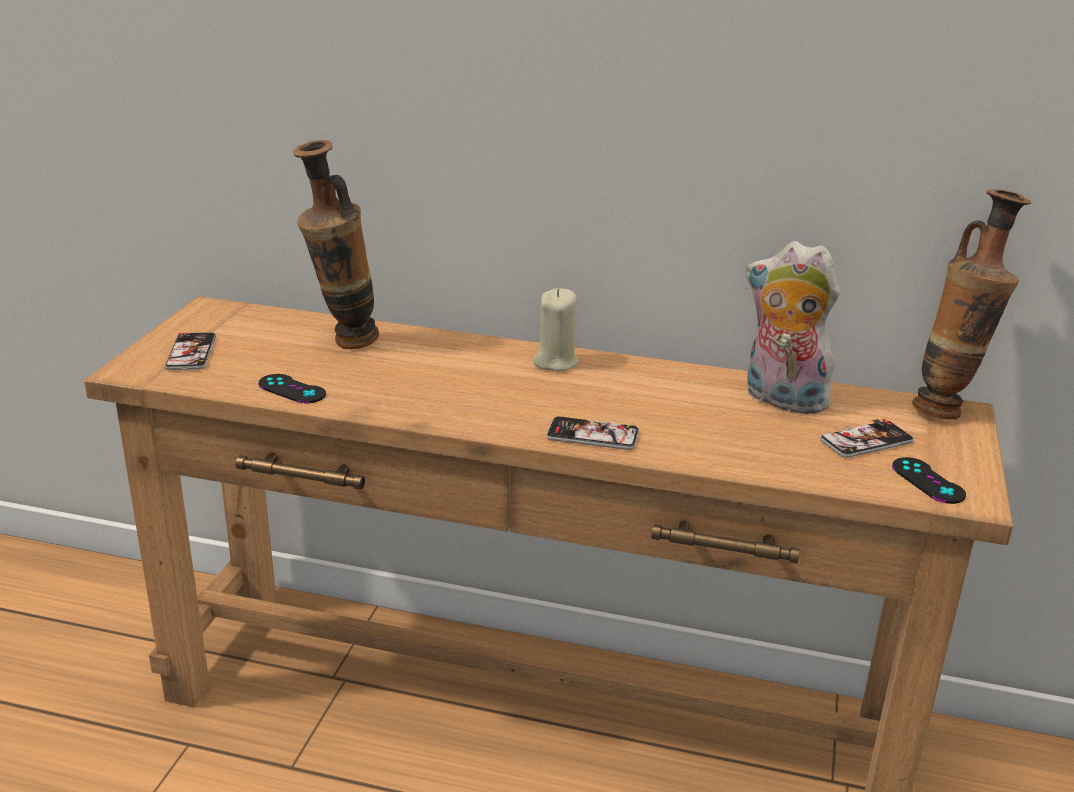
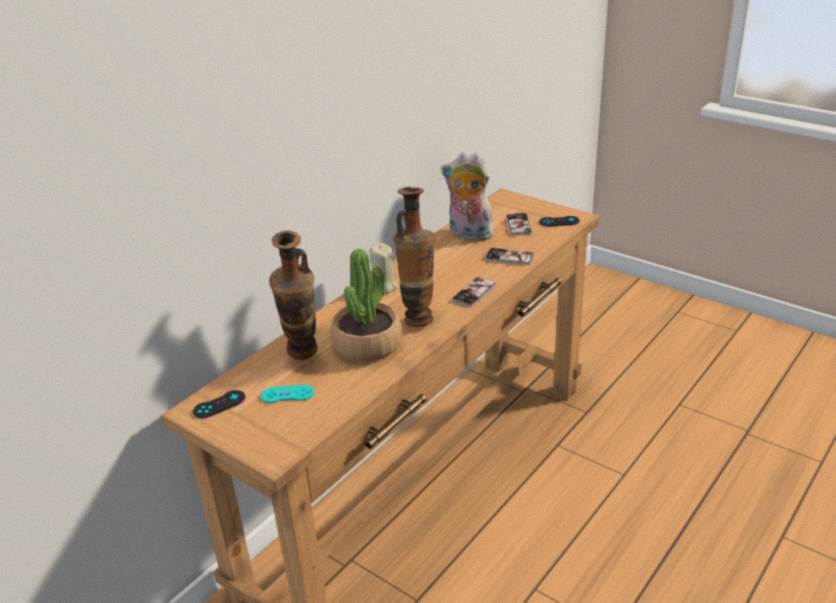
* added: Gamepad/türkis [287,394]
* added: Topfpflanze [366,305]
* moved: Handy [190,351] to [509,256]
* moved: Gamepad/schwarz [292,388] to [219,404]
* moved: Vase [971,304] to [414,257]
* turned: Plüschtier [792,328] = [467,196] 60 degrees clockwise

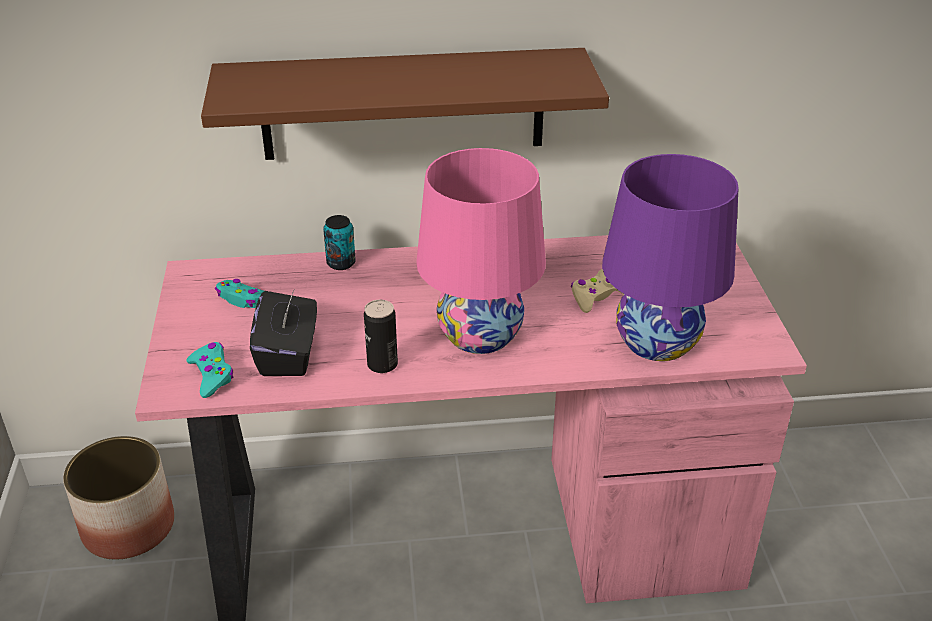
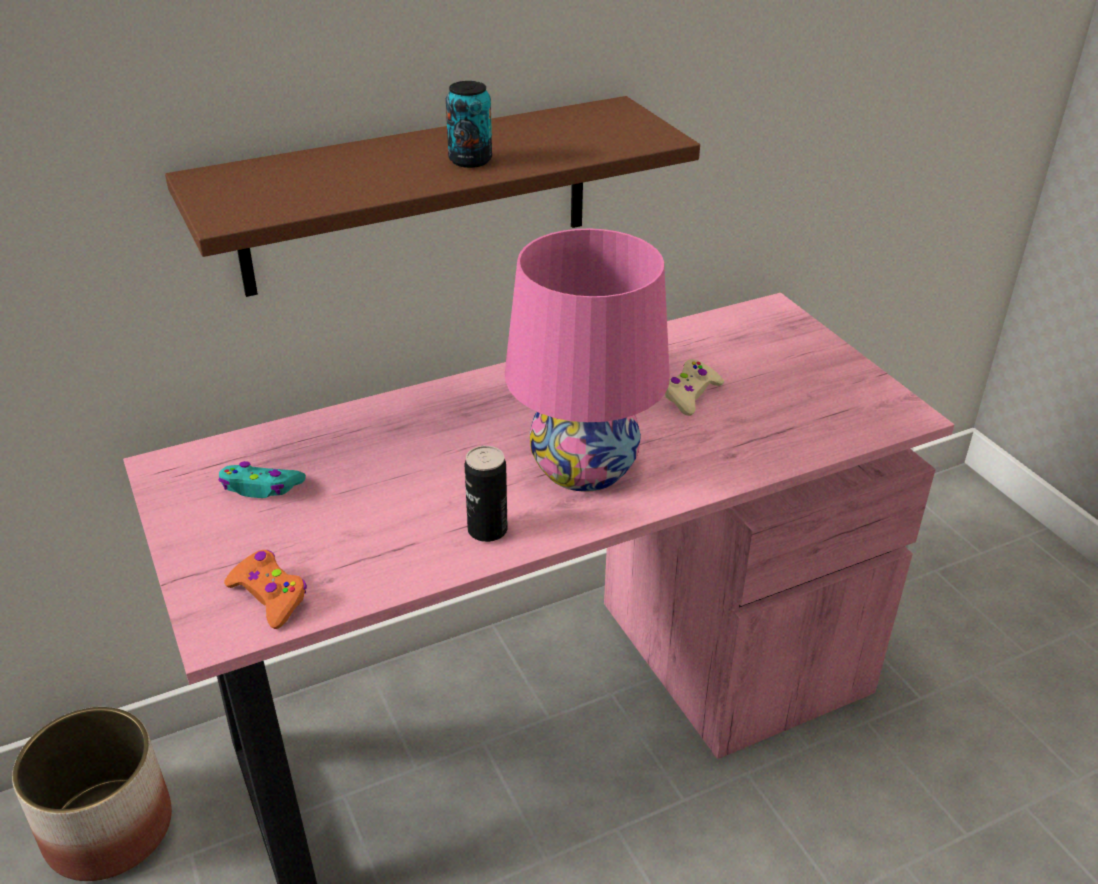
* removed: Taschentuchbox/schwarz [283,332]
* removed: Tischlampe/lila [670,257]
* moved: Dose [339,242] to [469,124]
* recoloured: Gamepad/türkis [209,370] to Gamepad/orange [265,589]

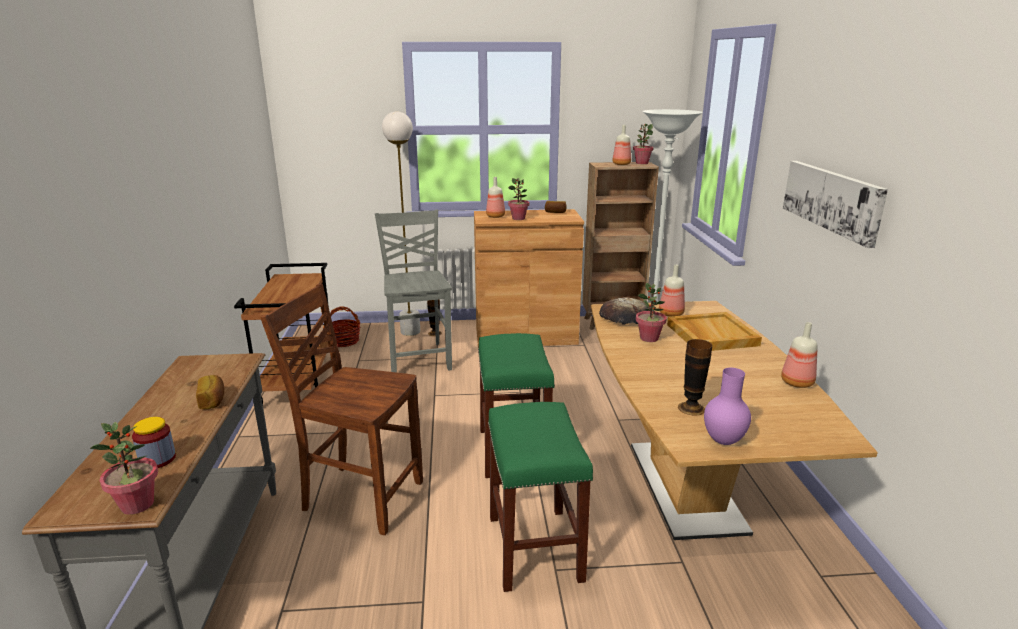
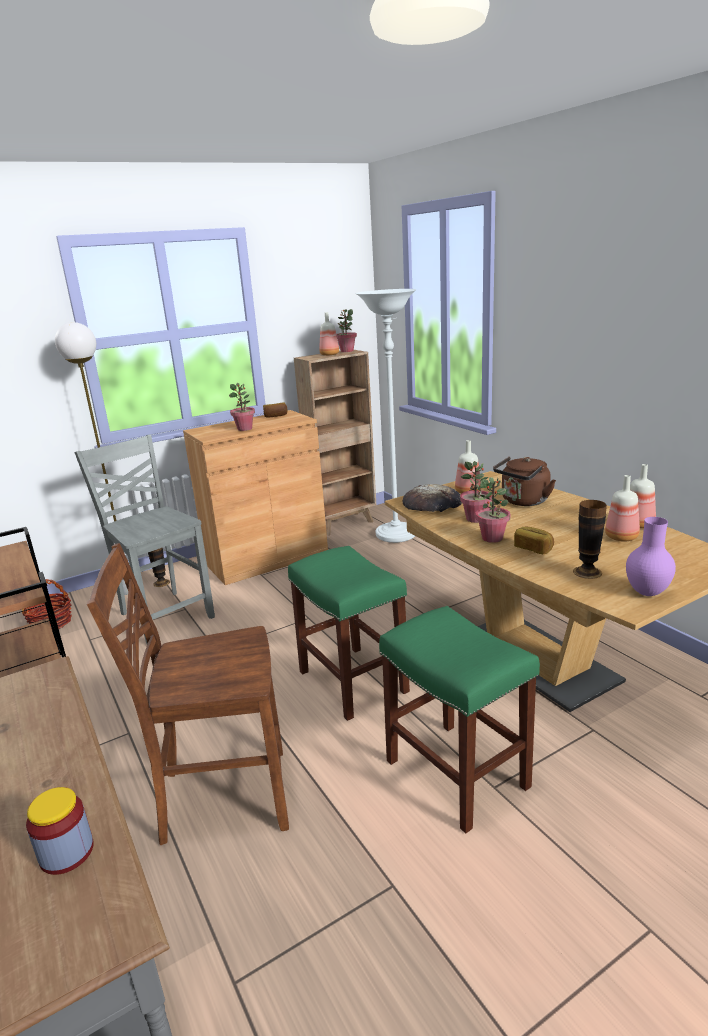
* removed: Bild [835,204]
* moved: Topfpflanze [124,468] to [492,510]
* moved: Brot [210,392] to [534,540]
* moved: Flasche [495,197] to [622,508]
* replaced: Tablett/beige [714,331] to Wasserkessel/braun [524,481]

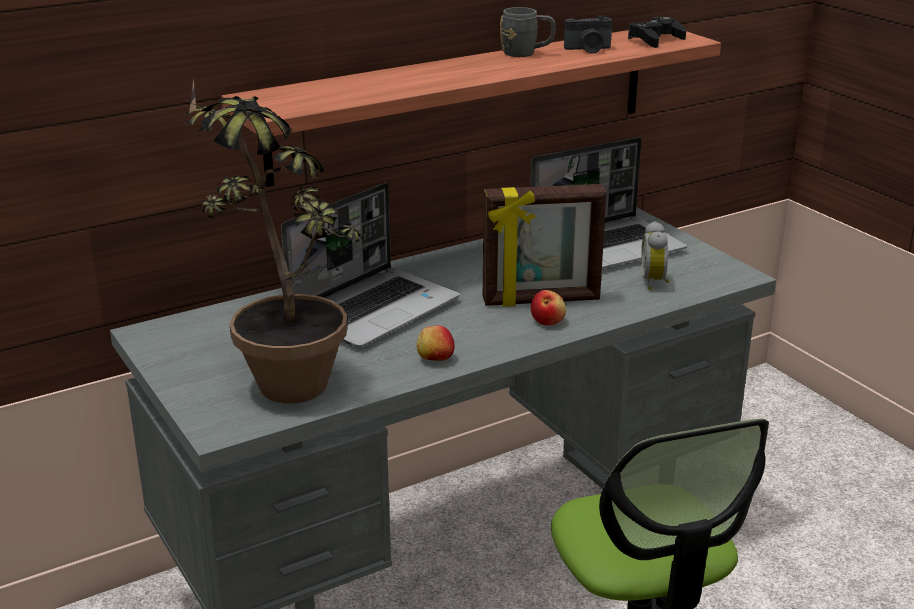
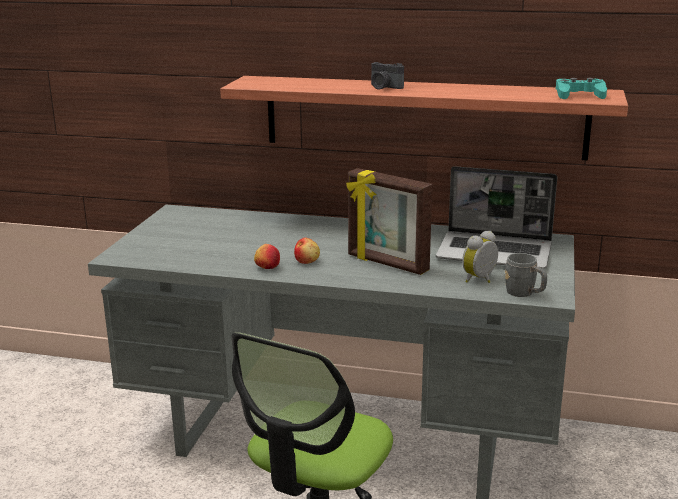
* removed: Topfpflanze [273,240]
* removed: Laptop [370,265]
* moved: Henkelbecher/grau [527,32] to [526,275]
* moved: Apfel [548,307] to [307,251]
* moved: Kamera [588,35] to [387,75]
* recoloured: Gamepad/schwarz [657,32] to Gamepad/türkis [581,88]

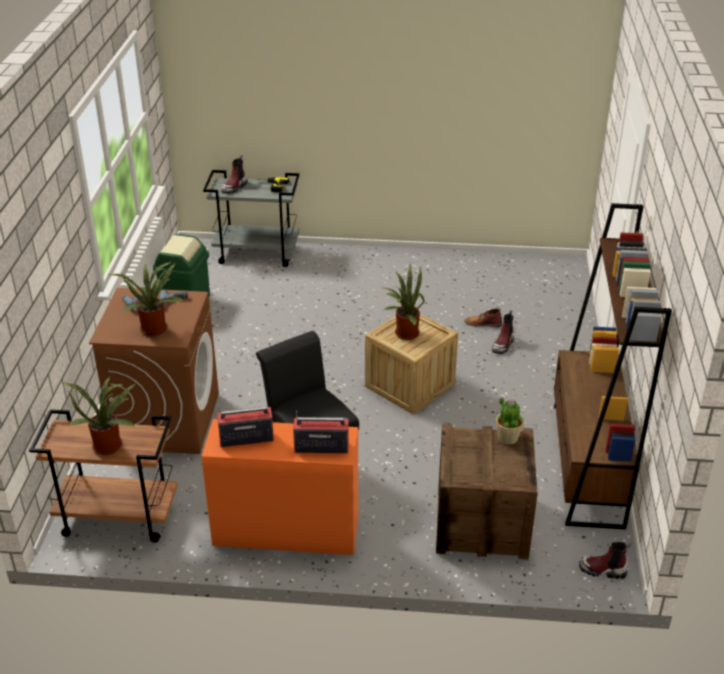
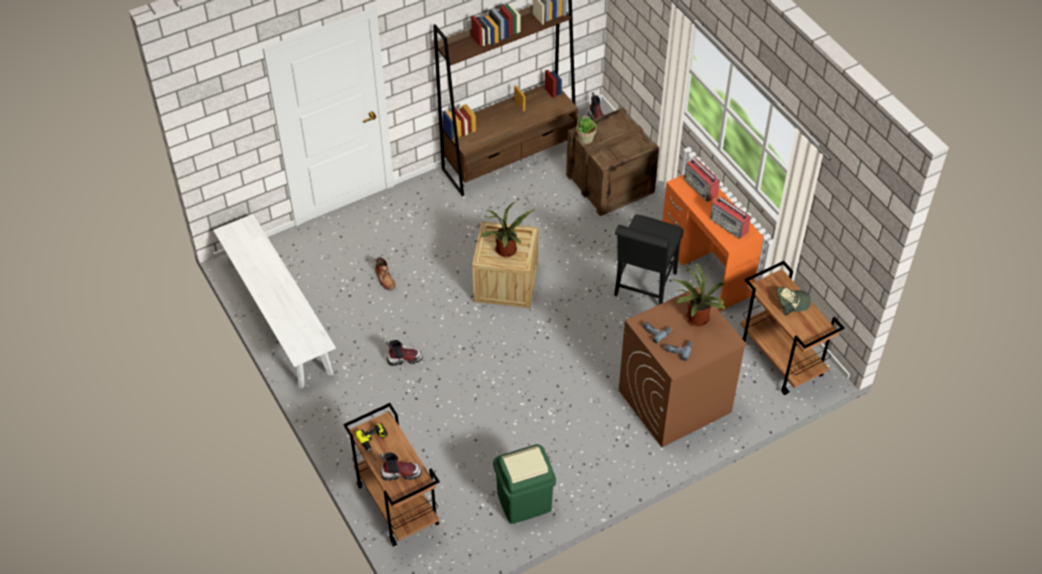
* added: Bank/weiß [274,301]
* moved: Stiefel [503,332] to [404,353]
* replaced: Topfpflanze [98,415] to Kappe [794,301]
* recoloured: Rollwagen/grau [251,218] to Rollwagen/braun [391,474]

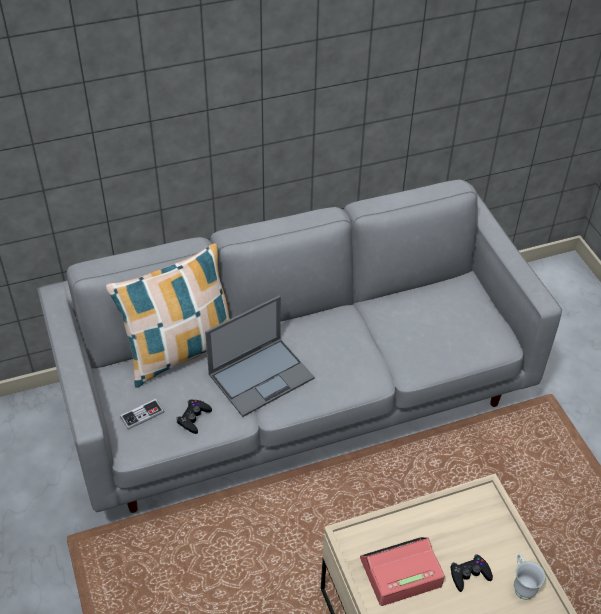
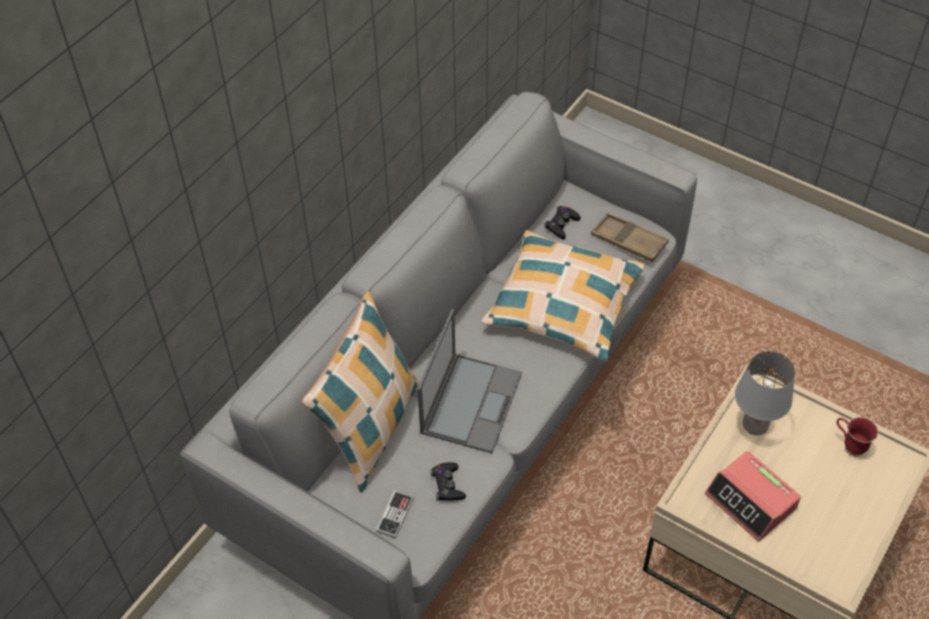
* added: Kissen [563,296]
* added: Tablett/braun [630,237]
* added: Tischlampe/grau [765,393]
* moved: Gamepad/schwarz [472,573] to [563,223]
* recoloured: Henkelbecher/weiß [530,577] to Henkelbecher/rot [857,437]
* turned: Wecker [402,571] = [753,496] 75 degrees counterclockwise

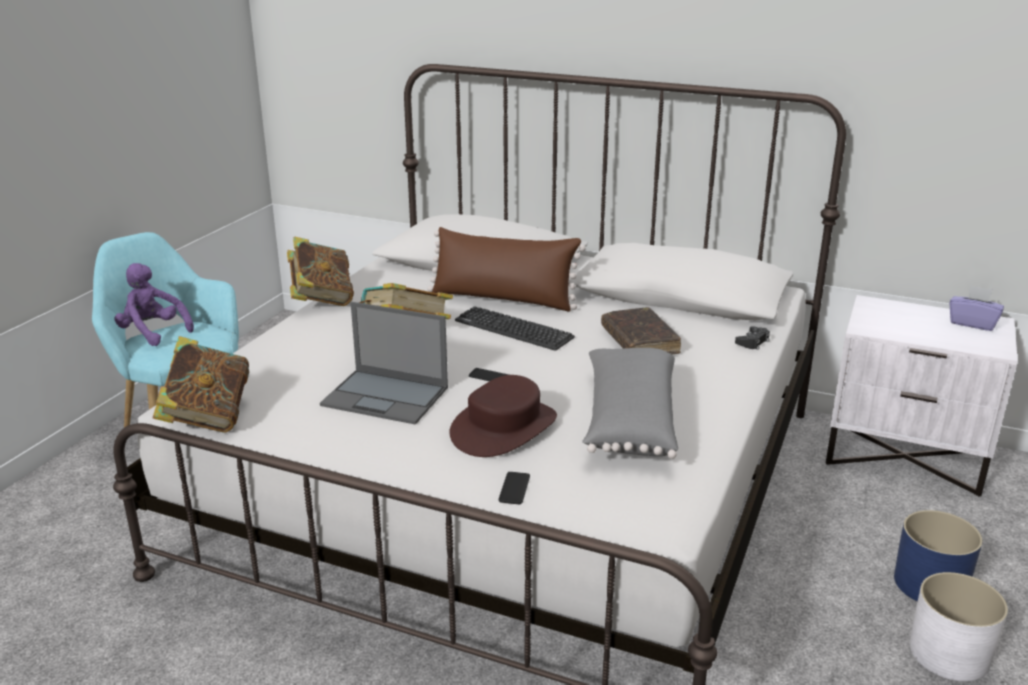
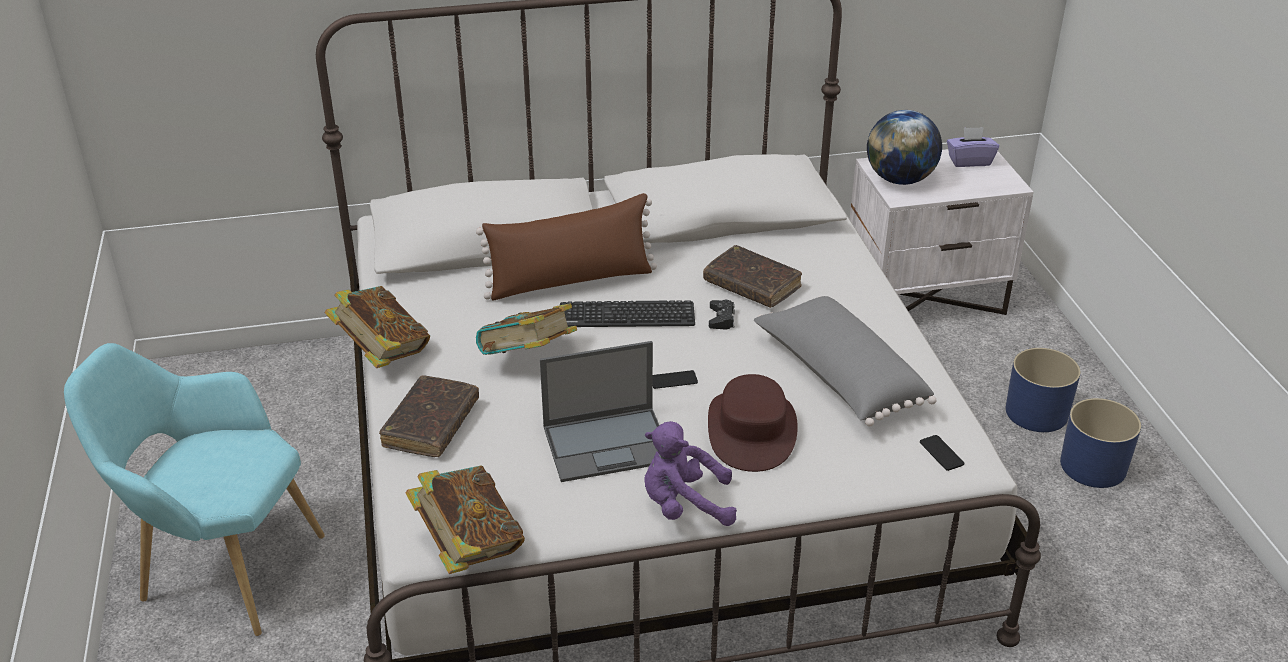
* added: Buch/braun [429,416]
* added: Globus [904,147]
* moved: Plüschtier/lila [154,304] to [690,473]
* moved: Handy [514,488] to [942,453]
* moved: Gamepad/schwarz [752,338] to [722,314]
* recoloured: Pflanzkübel/weiß [959,626] to Pflanzkübel/blau [1100,443]

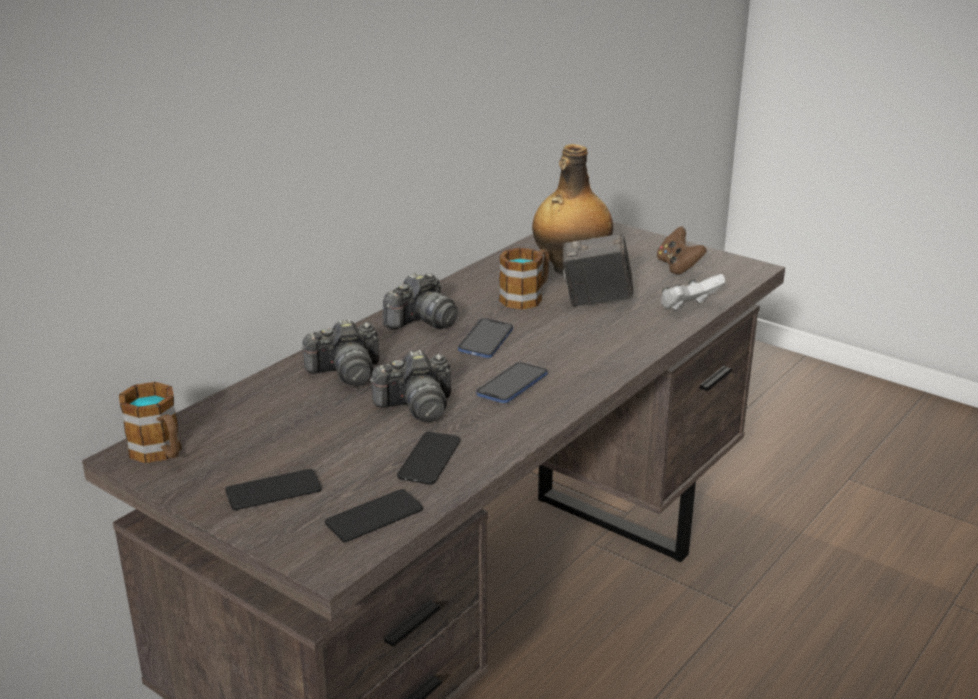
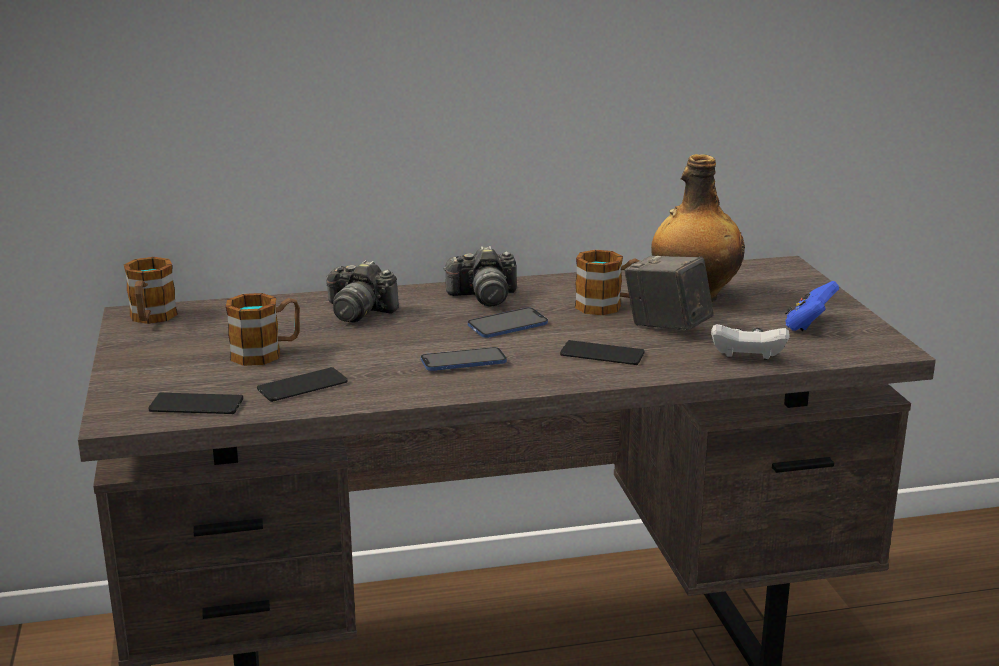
* removed: Kamera [410,386]
* added: Henkelbecher [263,329]
* moved: Handy [274,489] to [602,352]
* recoloured: Gamepad/braun [682,250] to Gamepad/blau [812,306]

